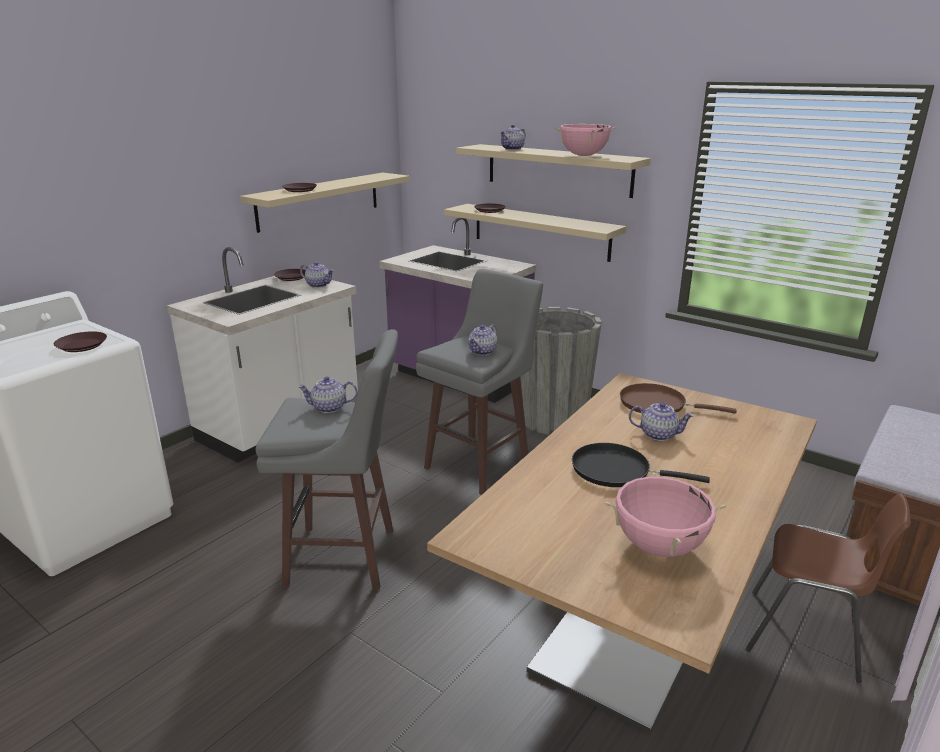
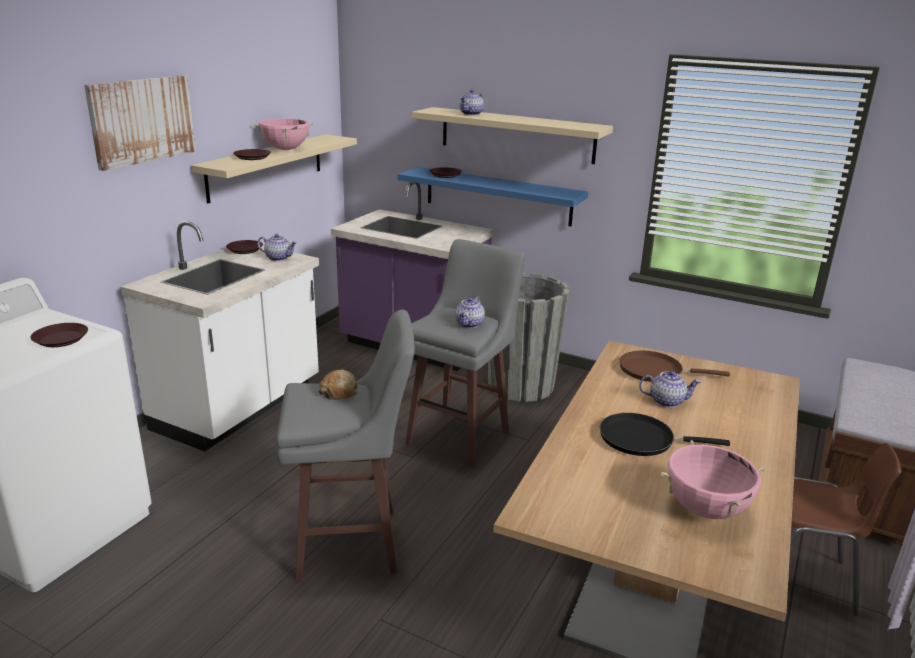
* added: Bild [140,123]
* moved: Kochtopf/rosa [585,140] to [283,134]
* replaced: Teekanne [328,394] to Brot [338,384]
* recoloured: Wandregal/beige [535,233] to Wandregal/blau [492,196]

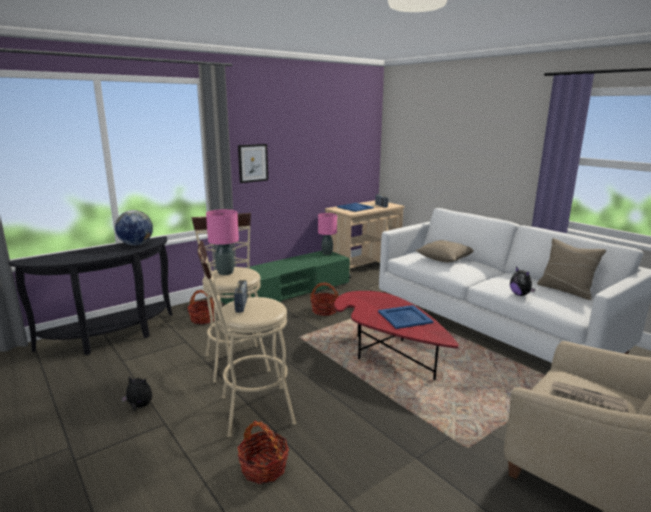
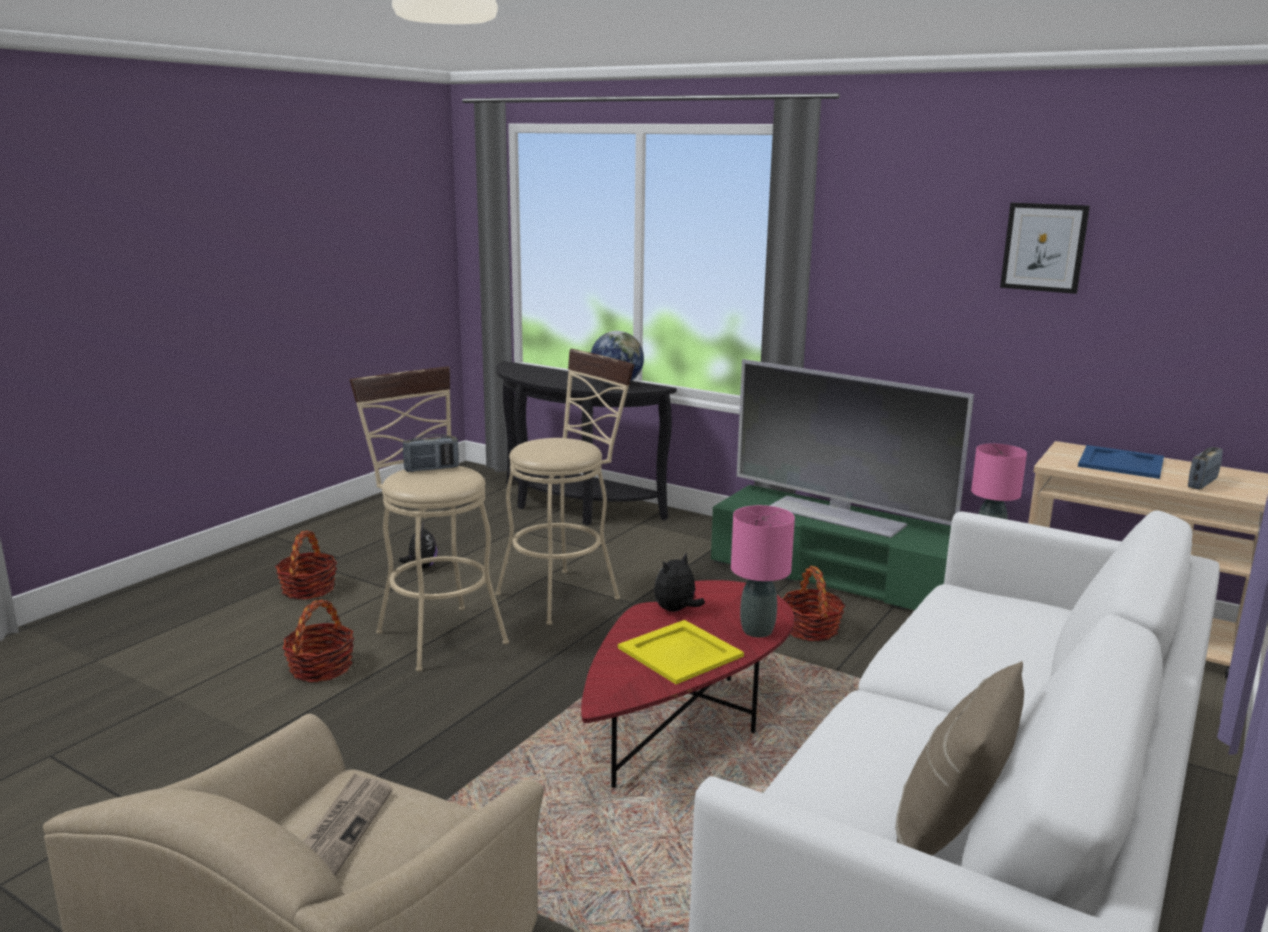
* removed: Kissen/beige [445,251]
* added: Fernseher [855,448]
* moved: Korb [200,307] to [306,565]
* moved: Tischlampe/rosa [222,242] to [763,571]
* moved: Bild [253,163] to [1045,248]
* moved: Plüschtier [523,281] to [679,582]
* recoloured: Tablett/blau [406,317] to Tablett/gelb [681,652]

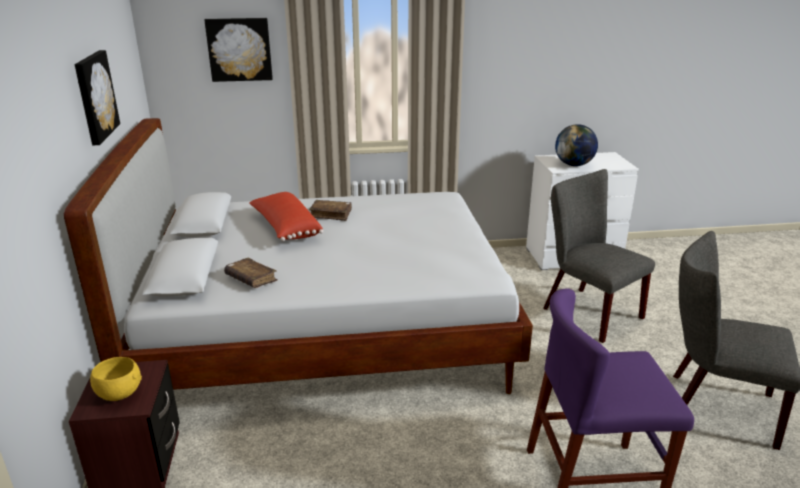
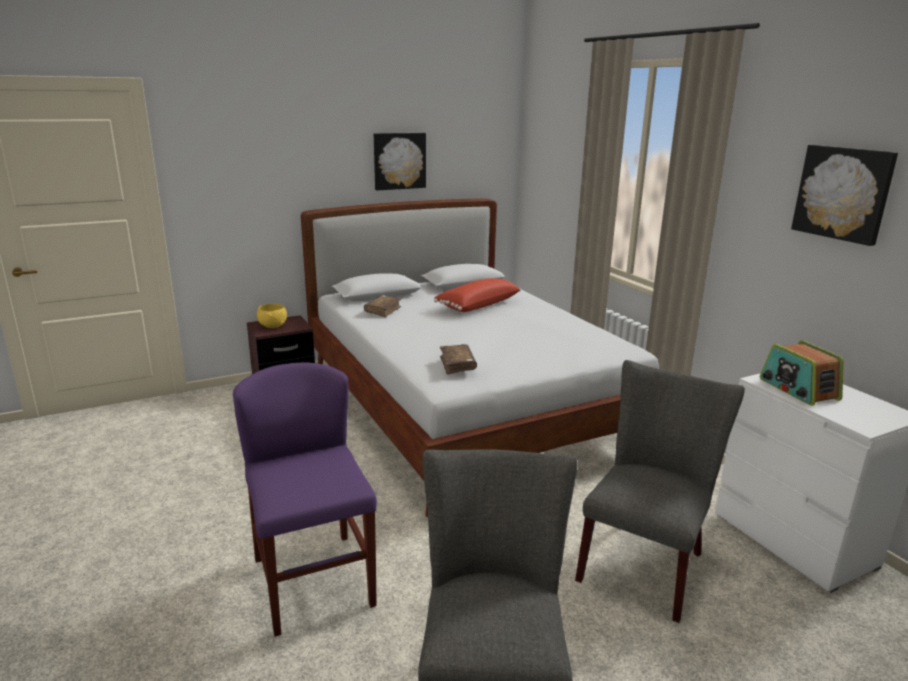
* moved: Bild [238,50] to [844,195]
* moved: Buch/braun [330,210] to [458,359]
* replaced: Globus [576,145] to Radio [802,373]

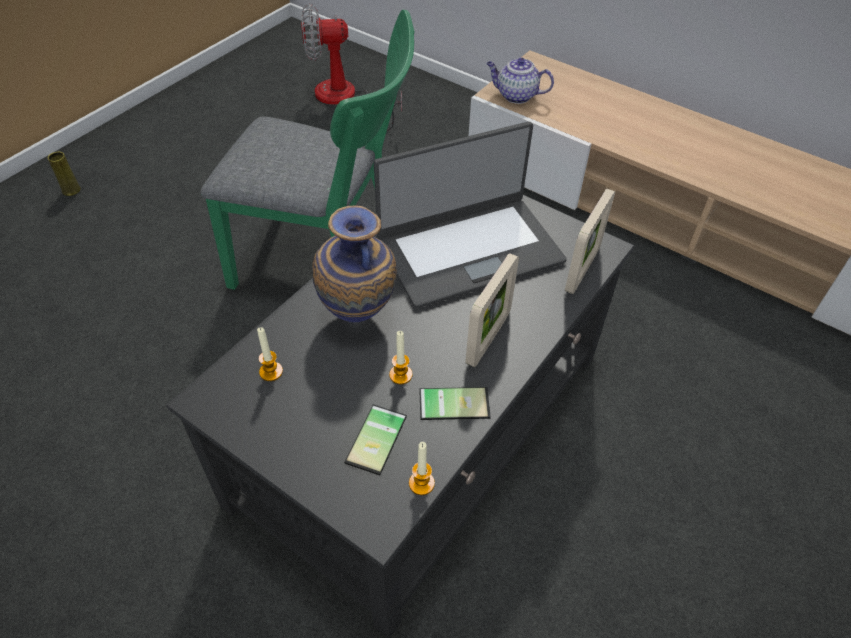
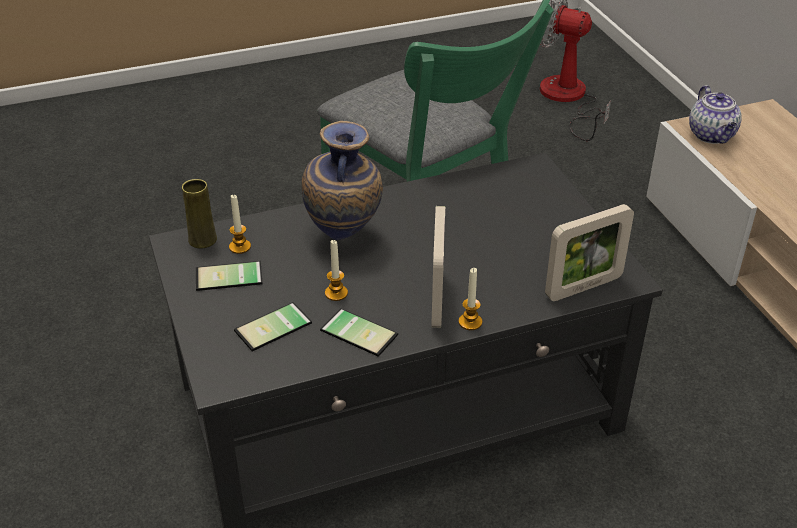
* removed: Laptop [470,215]
* added: Handy [229,276]
* moved: Vase/gelb [64,174] to [199,214]
* moved: Kerze [422,468] to [470,299]
* turned: Bilderrahmen [492,310] = [438,267] 120 degrees clockwise
* turned: Teekanne [520,81] = [715,114] 150 degrees counterclockwise

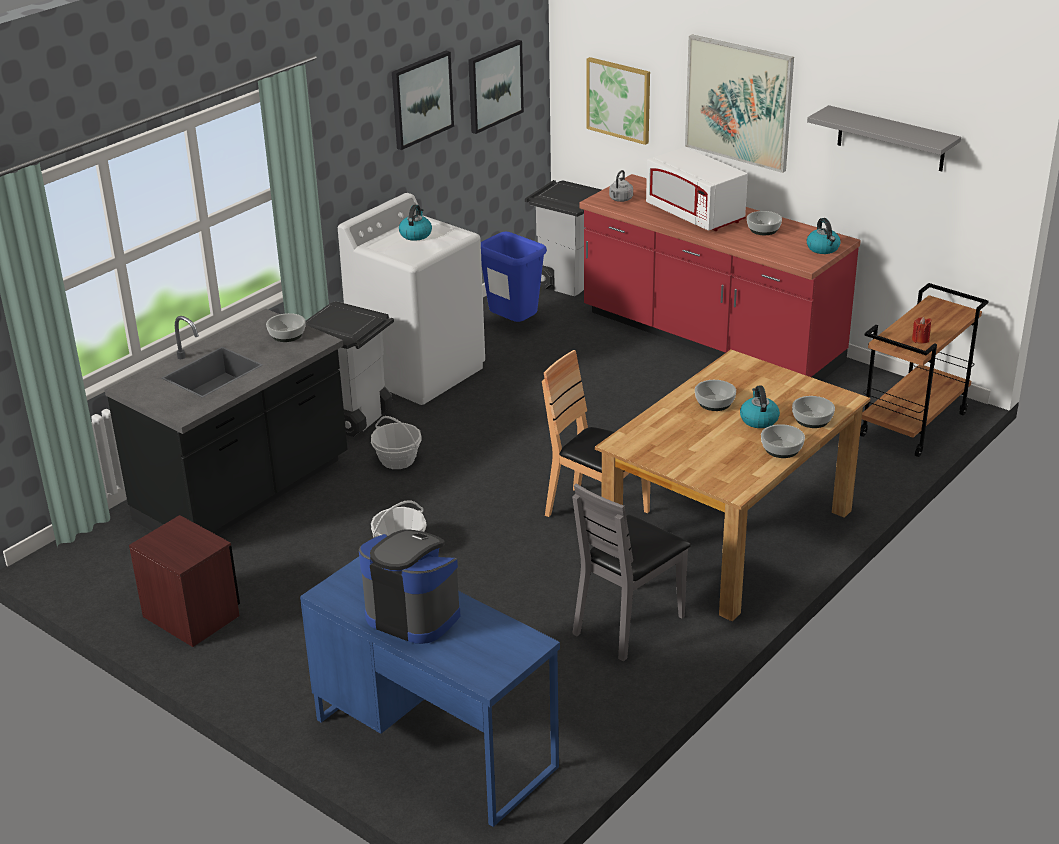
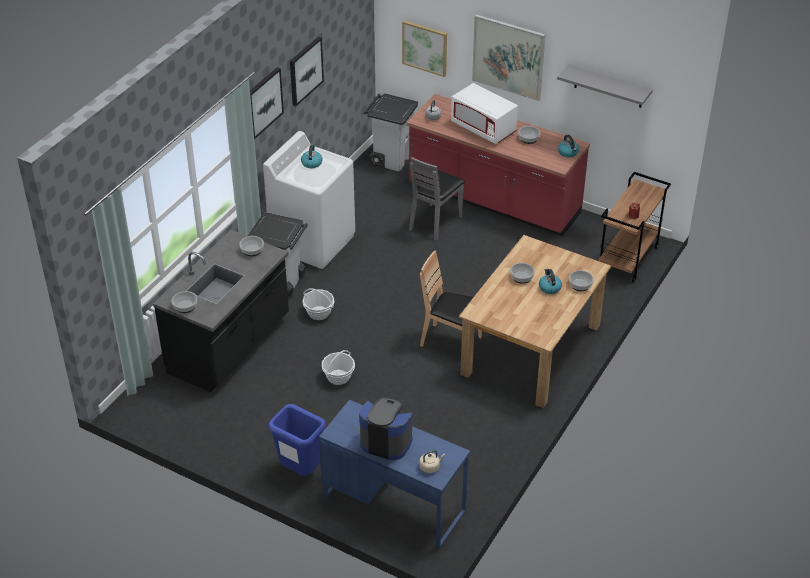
* removed: Nachttisch/braun [184,581]
* added: Wasserkessel/beige [432,461]
* moved: Bild [496,87] to [267,103]
* moved: Mülleimer/blau [514,277] to [297,440]
* moved: Stuhl/grau [631,572] to [437,199]
* moved: Schüssel [783,441] to [184,302]

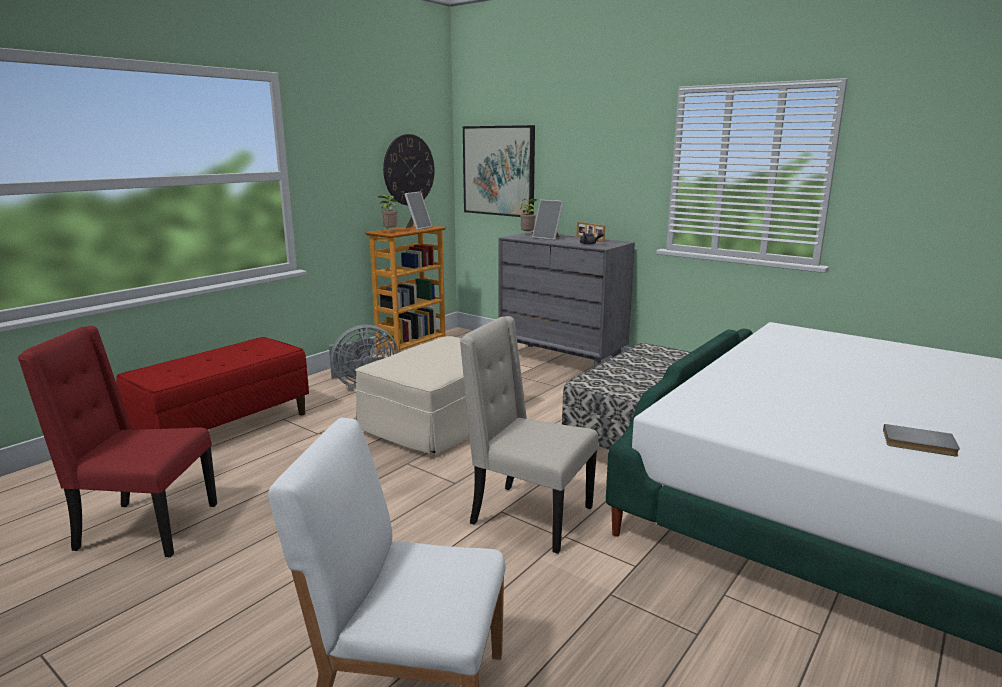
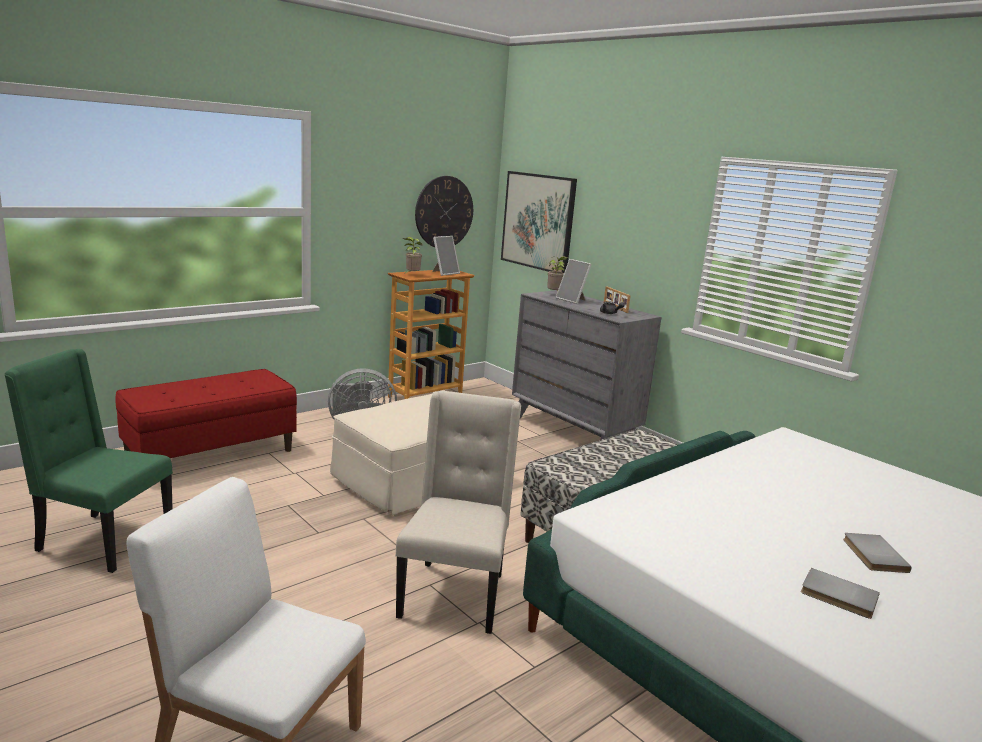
* added: Buch/grau [877,553]
* recoloured: Stuhl/rot [117,441] to Stuhl/grün [88,461]
* turned: Stuhl/beige [529,435] = [458,512] 60 degrees clockwise

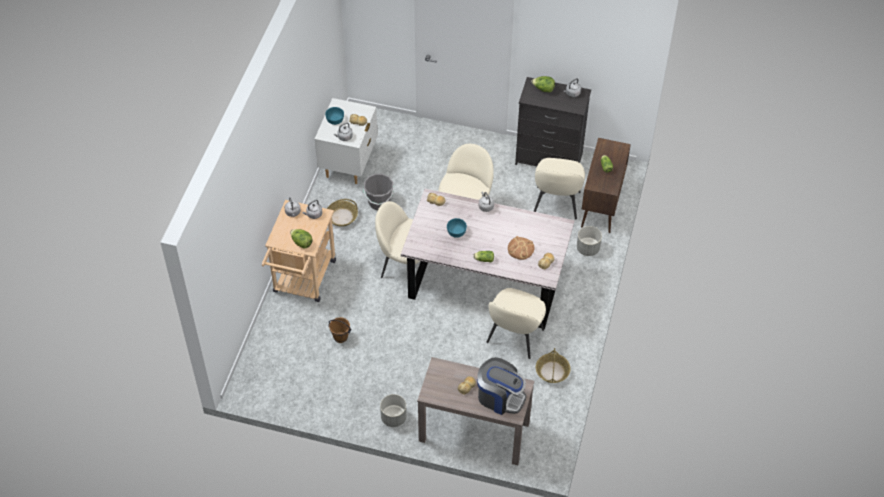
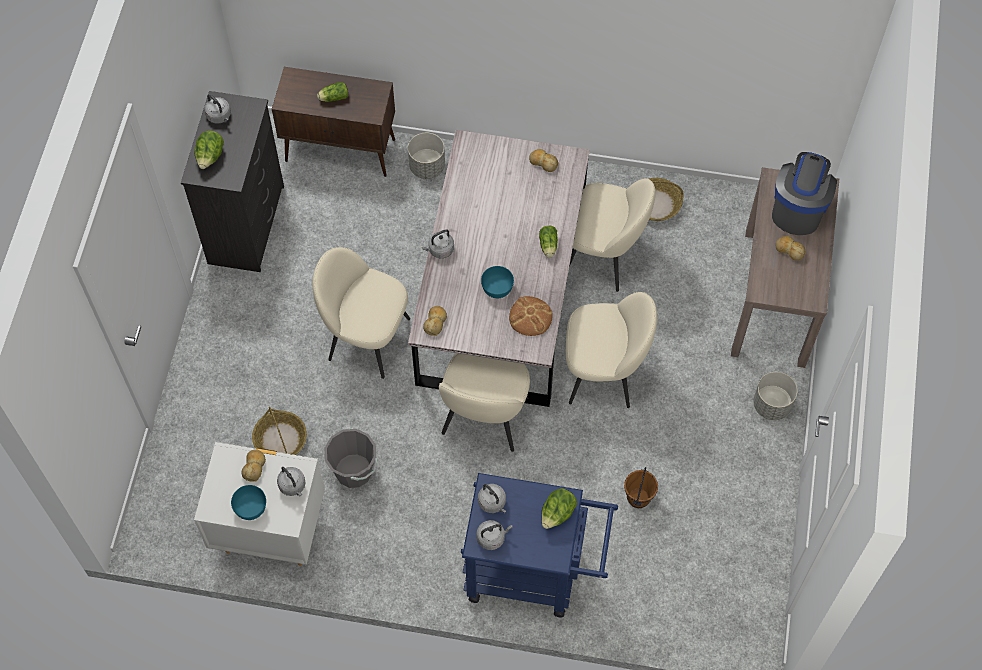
* moved: Korb [342,213] to [279,431]
* moved: Brot [521,248] to [531,316]
* moved: Stuhl/beige [559,188] to [611,350]
* recoloured: Rollwagen/beige [299,251] to Rollwagen/blau [539,545]

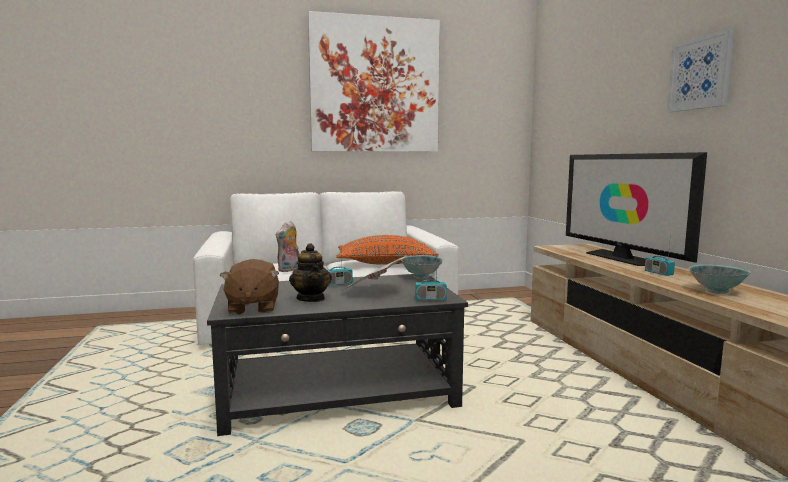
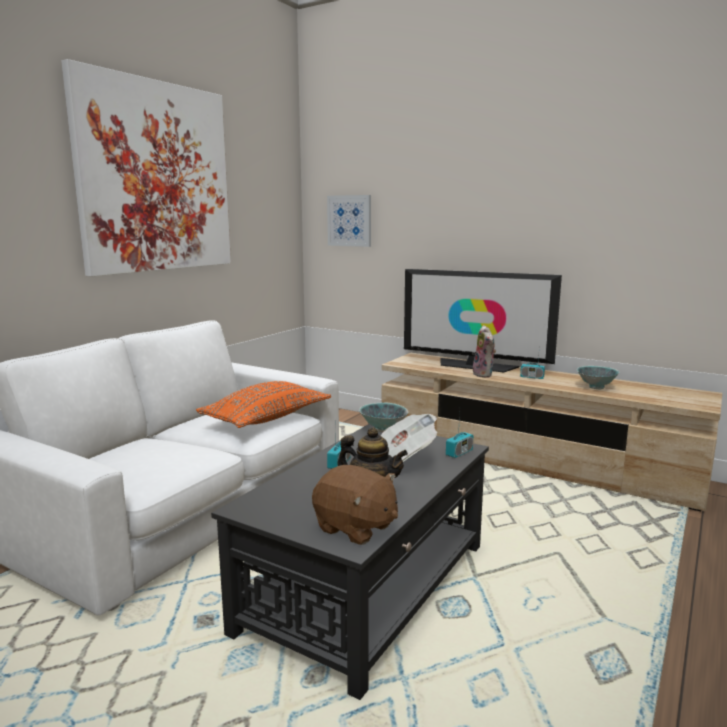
* moved: Plüschtier [287,246] to [484,351]
* moved: Bild [700,70] to [349,221]

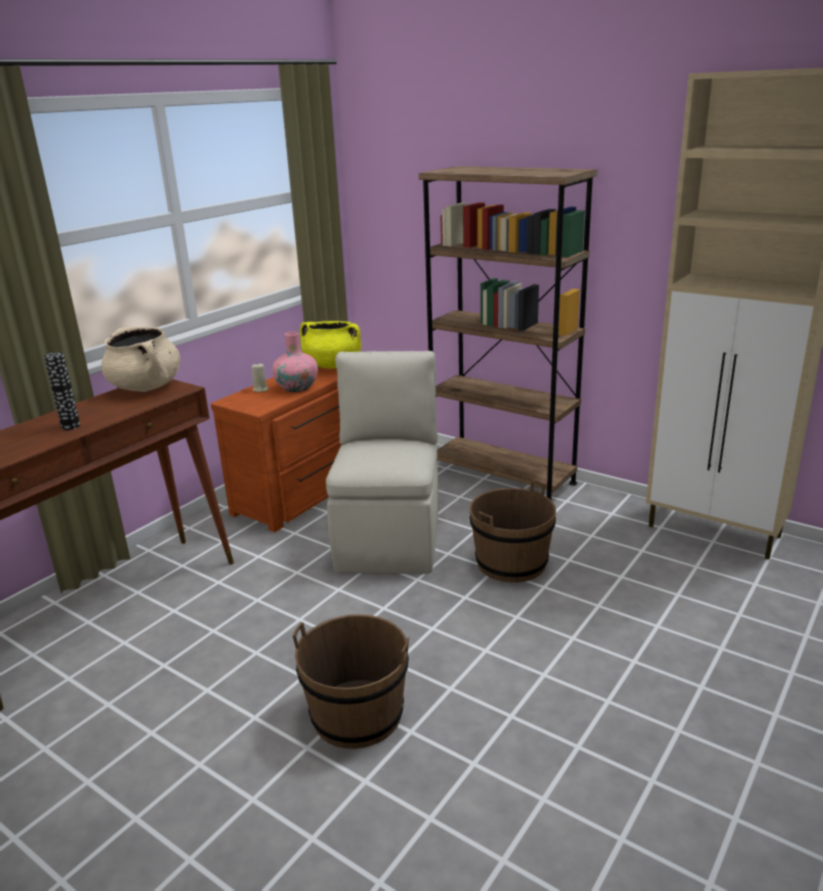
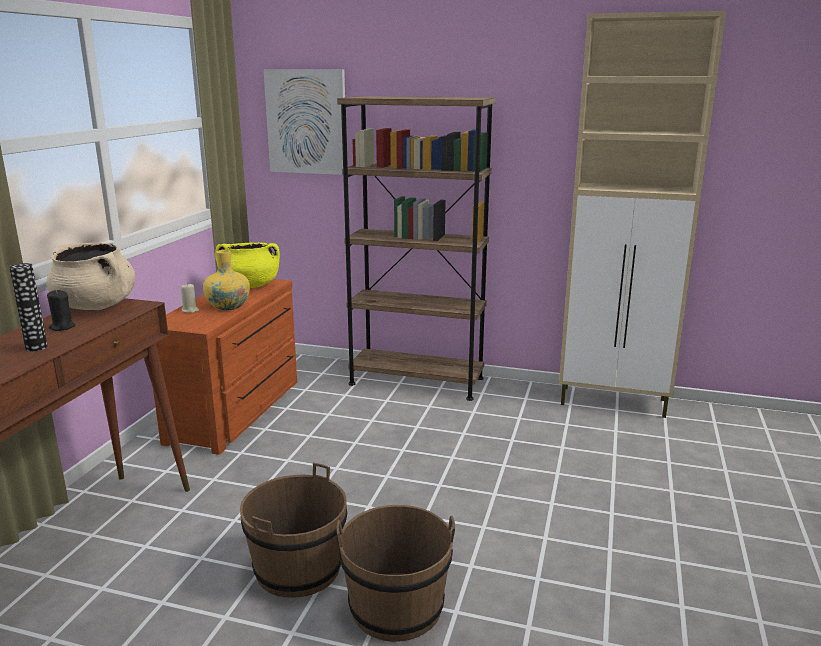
* removed: Stuhl/beige [382,462]
* added: Kerze/schwarz [61,310]
* added: Bild [304,122]
* moved: Eimer/braun [513,531] to [293,530]
* recoloured: Vase/rosa [295,362] to Vase/gelb [226,280]

